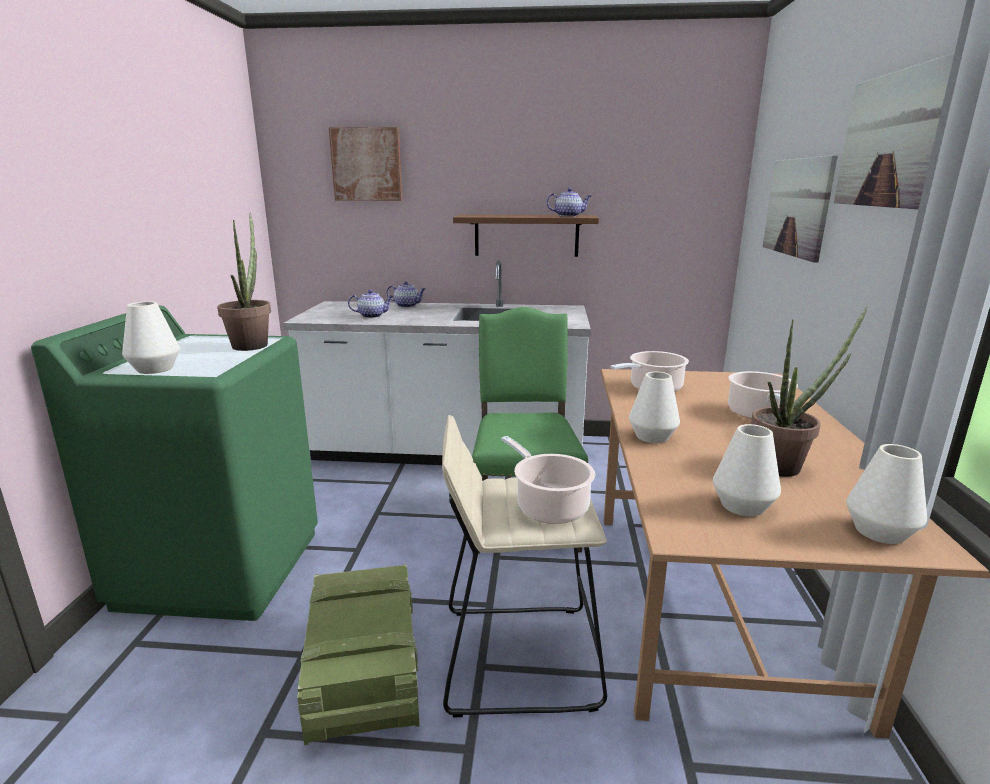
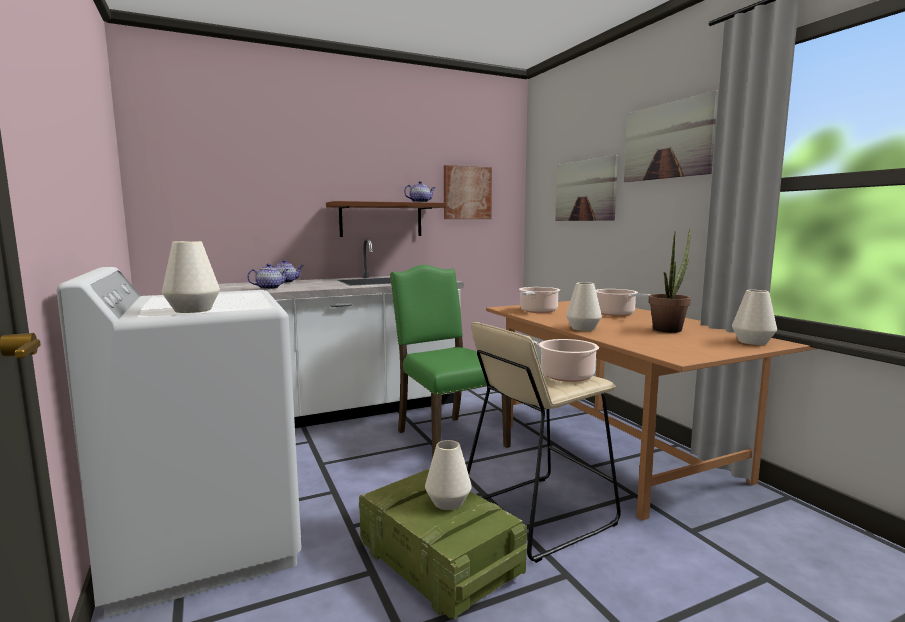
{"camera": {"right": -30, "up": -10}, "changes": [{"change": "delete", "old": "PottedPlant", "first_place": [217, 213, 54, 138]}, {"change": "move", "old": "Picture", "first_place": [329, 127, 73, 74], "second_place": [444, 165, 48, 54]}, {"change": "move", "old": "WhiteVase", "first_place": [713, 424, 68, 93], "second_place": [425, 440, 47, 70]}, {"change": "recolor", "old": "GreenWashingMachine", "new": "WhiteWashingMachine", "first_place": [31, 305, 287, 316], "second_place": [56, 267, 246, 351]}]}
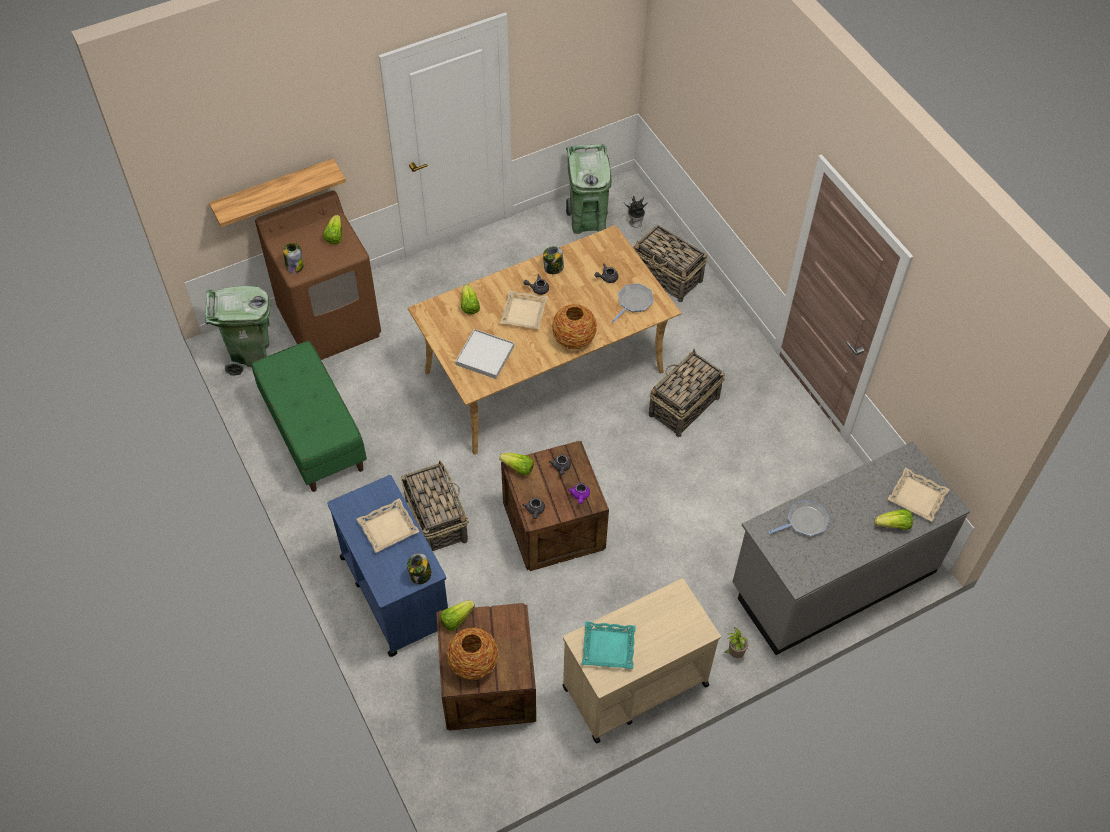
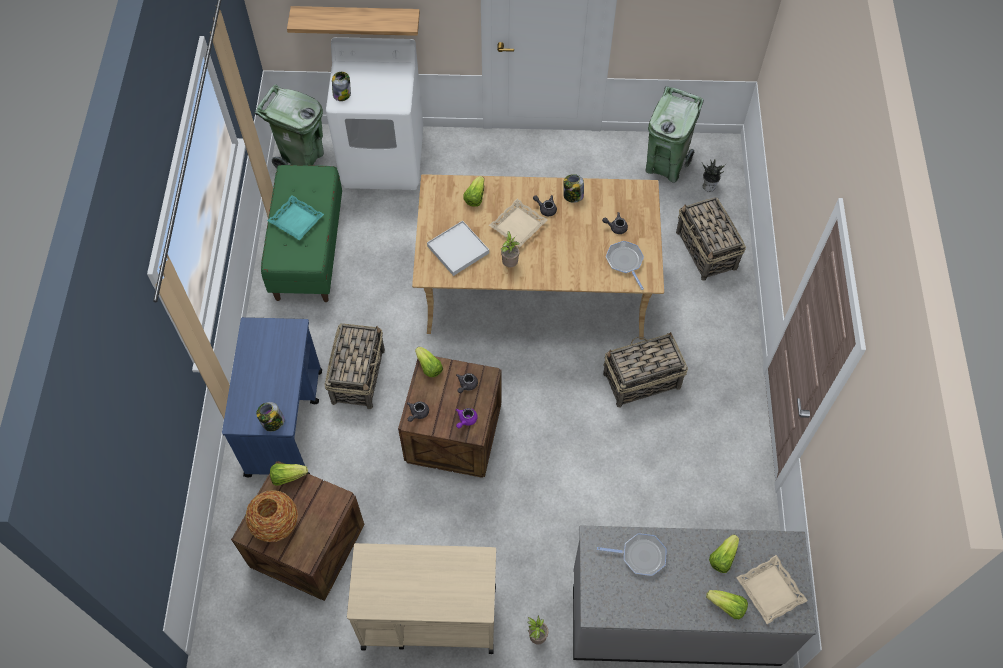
{"camera": {"right": 30, "up": 5}, "changes": [{"change": "delete", "old": "BeigeTray", "first_place": [357, 498, 62, 55]}, {"change": "delete", "old": "Vase", "first_place": [552, 304, 45, 45]}, {"change": "insert", "new": "PottedPlant", "second_place": [501, 231, 18, 36]}, {"change": "move", "old": "Lettuce", "first_place": [323, 215, 19, 29], "second_place": [709, 534, 30, 39]}, {"change": "move", "old": "TurquoiseTray", "first_place": [582, 622, 54, 47], "second_place": [267, 195, 57, 46]}, {"change": "recolor", "old": "BrownWashingMachine", "new": "WhiteWashingMachine", "first_place": [255, 191, 126, 169], "second_place": [326, 37, 97, 153]}, {"change": "rotate", "old": "FryingPan", "first_place": [611, 284, 43, 39], "second_place": [606, 241, 38, 49], "degrees": -90}]}
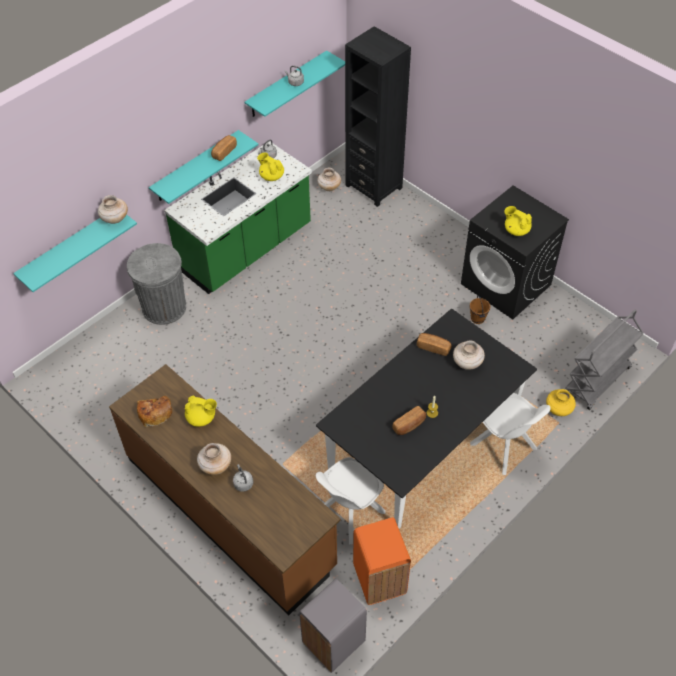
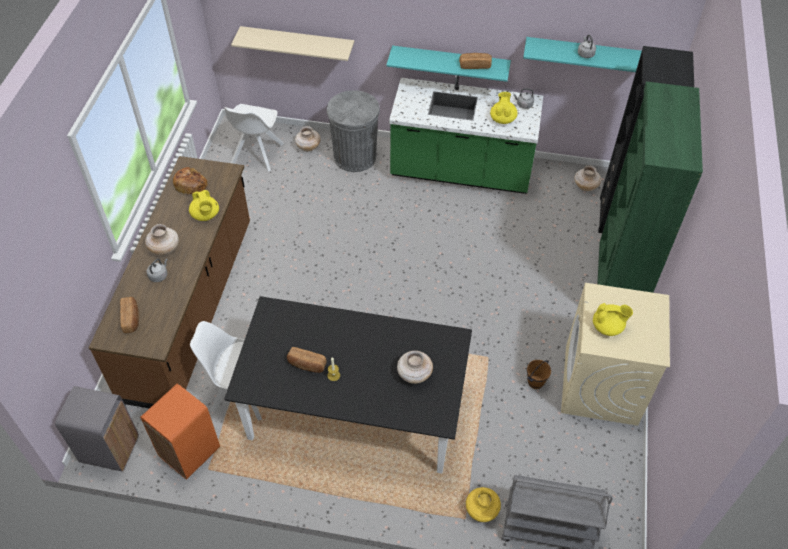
{"camera": {"right": 55, "up": 0}, "changes": [{"change": "insert", "new": "GreenBookcase", "second_place": [597, 82, 106, 211]}, {"change": "move", "old": "BeigeVase", "first_place": [98, 195, 30, 29], "second_place": [295, 126, 26, 25]}, {"change": "move", "old": "Bread", "first_place": [417, 333, 35, 23], "second_place": [120, 297, 19, 36]}, {"change": "move", "old": "WhiteChair", "first_place": [470, 393, 80, 82], "second_place": [224, 104, 60, 68]}, {"change": "recolor", "old": "TurquoiseShelf", "new": "BeigeShelf", "first_place": [13, 214, 124, 78], "second_place": [231, 26, 123, 35]}, {"change": "recolor", "old": "BlackWashingMachine", "new": "BeigeWashingMachine", "first_place": [461, 185, 108, 134], "second_place": [561, 283, 109, 143]}, {"change": "rotate", "old": "YellowTeapot", "first_place": [504, 206, 28, 30], "second_place": [593, 303, 40, 33], "degrees": 90}]}
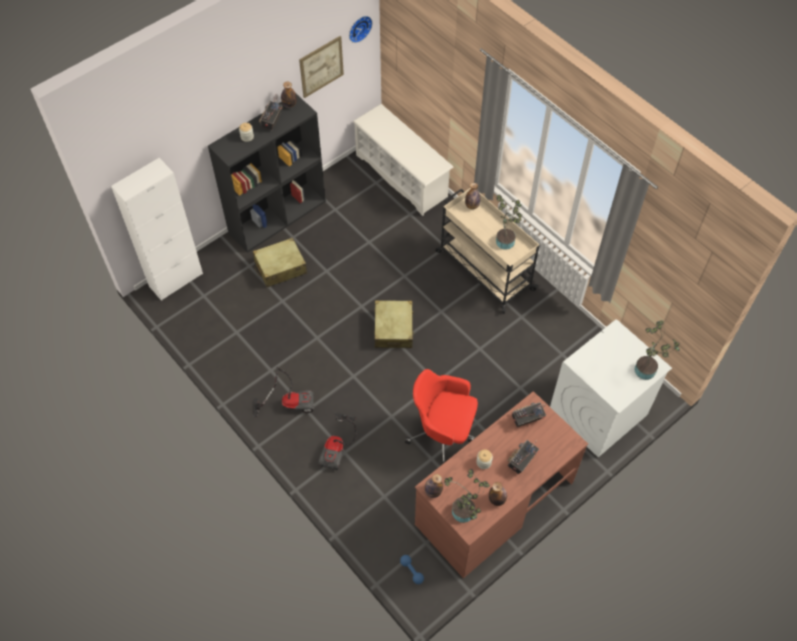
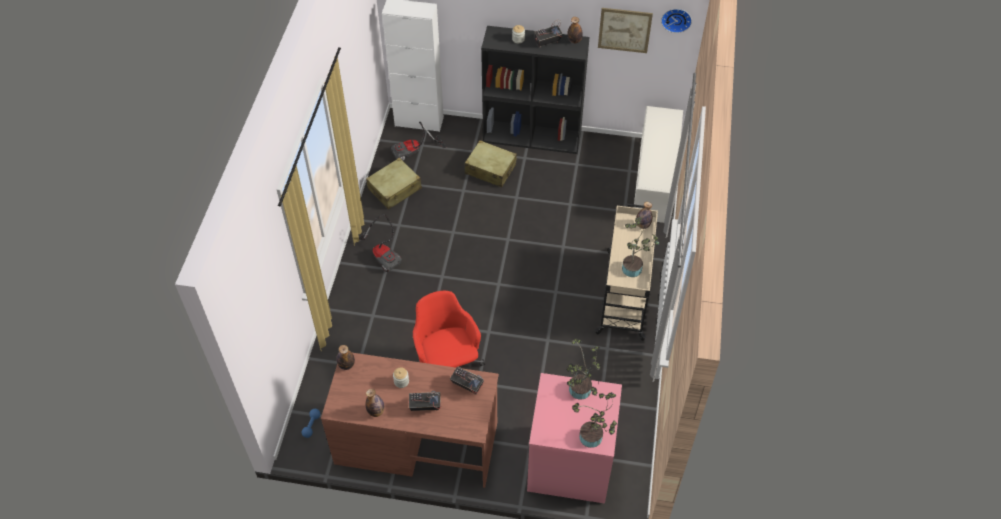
{"camera": {"right": 50, "up": -5}, "changes": [{"change": "move", "old": "VacuumCleaner", "first_place": [318, 413, 39, 58], "second_place": [391, 121, 56, 40]}, {"change": "move", "old": "BeigeSuitcase", "first_place": [374, 300, 40, 48], "second_place": [366, 158, 56, 51]}, {"change": "move", "old": "PottedPlant", "first_place": [444, 469, 46, 54], "second_place": [567, 339, 34, 61]}, {"change": "recolor", "old": "WhiteWashingMachine", "new": "PinkWashingMachine", "first_place": [550, 319, 122, 138], "second_place": [527, 373, 95, 131]}]}
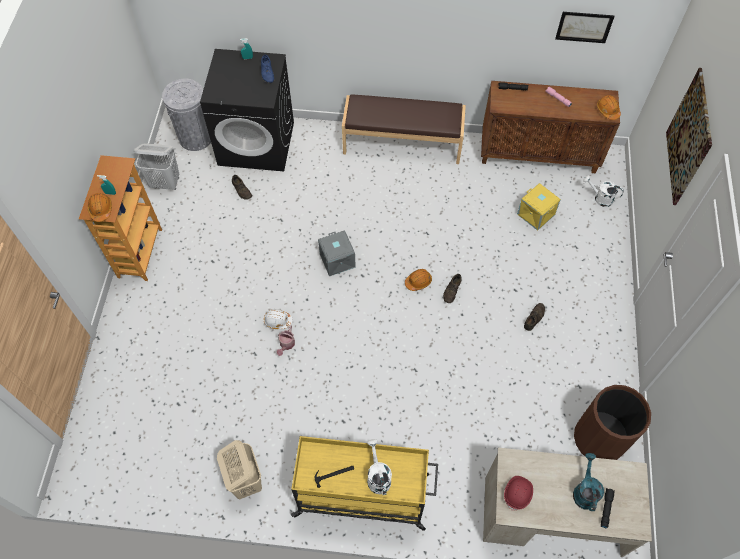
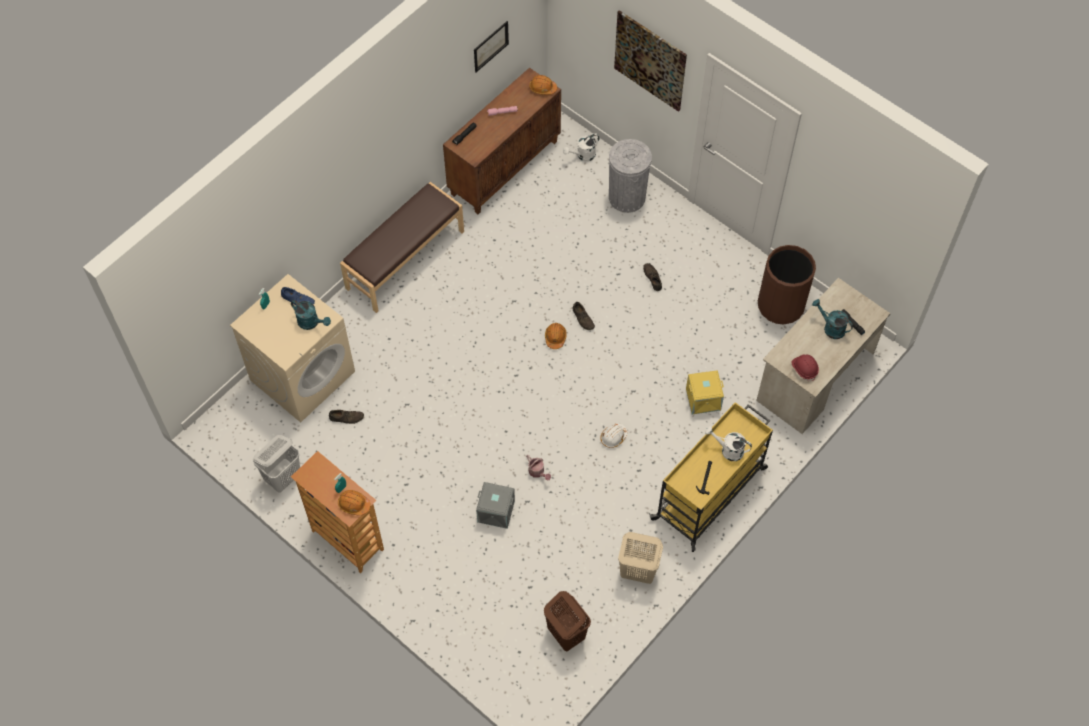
{"camera": {"right": -55, "up": 0}, "changes": [{"change": "insert", "new": "TurquoiseWateringCan", "second_place": [291, 300, 40, 30]}, {"change": "insert", "new": "BrownLaundryBasket", "second_place": [544, 591, 47, 60]}, {"change": "move", "old": "GreyTrashCan", "first_place": [162, 79, 49, 72], "second_place": [609, 139, 43, 74]}, {"change": "move", "old": "WhiteHardHat", "first_place": [264, 309, 29, 20], "second_place": [600, 423, 28, 25]}, {"change": "move", "old": "GreyStorageBox", "first_place": [318, 230, 38, 46], "second_place": [476, 482, 39, 47]}, {"change": "move", "old": "YellowStorageBox", "first_place": [517, 183, 44, 48], "second_place": [686, 370, 38, 44]}, {"change": "recolor", "old": "BlackWashingMachine", "new": "BeigeWashingMachine", "first_place": [200, 49, 94, 122], "second_place": [230, 274, 125, 148]}]}
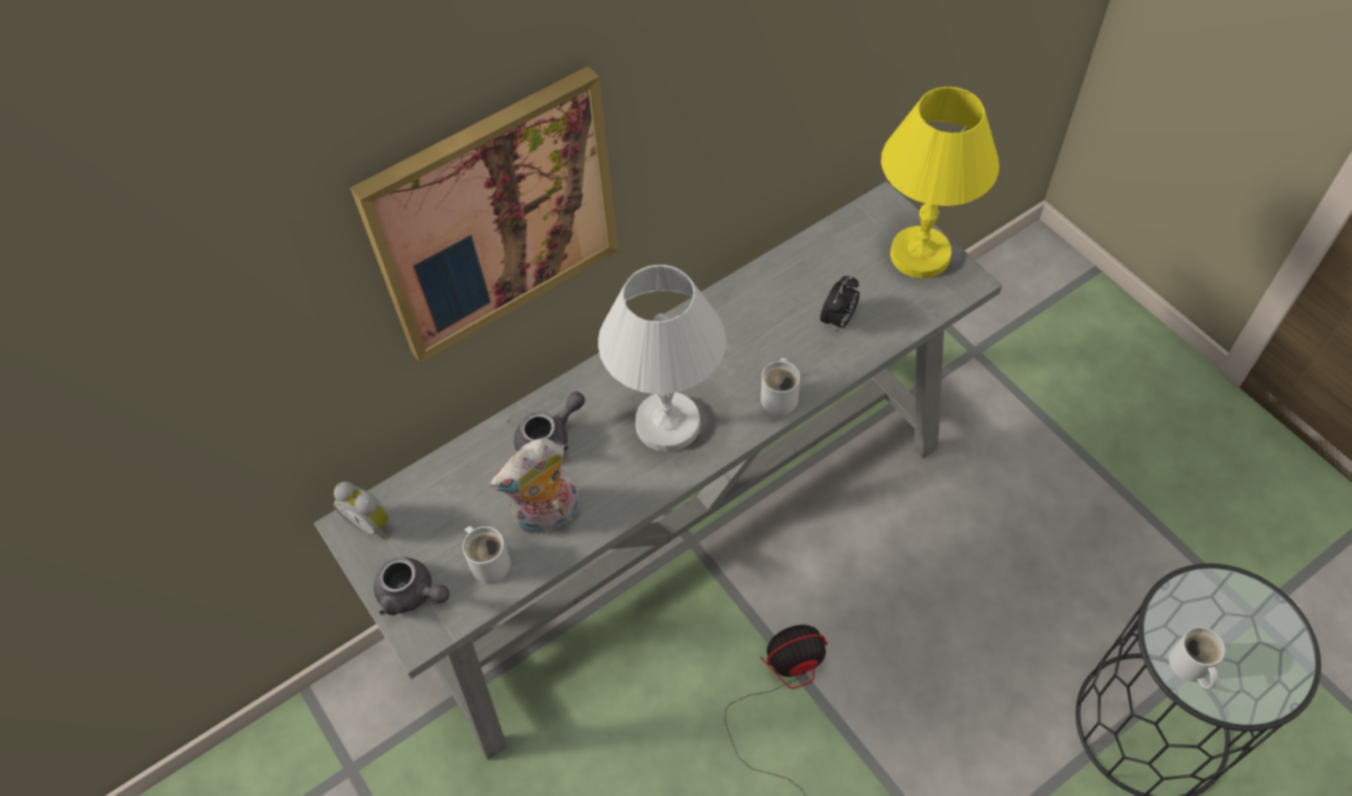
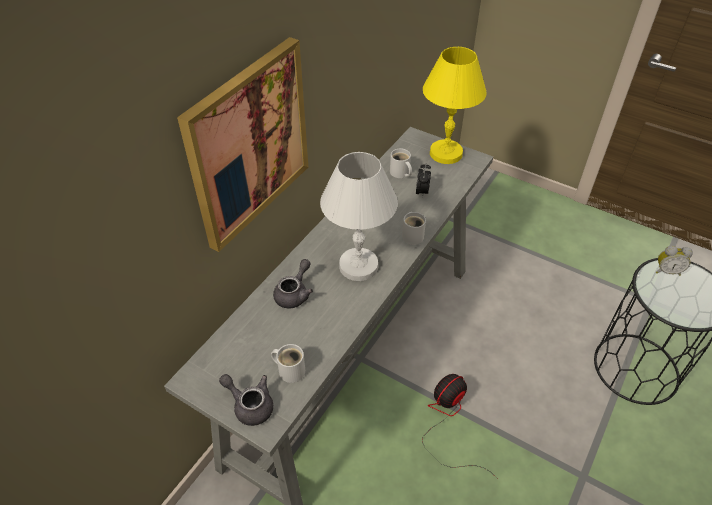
{"camera": {"right": -25, "up": -10}, "changes": [{"change": "delete", "old": "PlushToy", "first_place": [490, 438, 89, 97]}, {"change": "move", "old": "AlarmClock", "first_place": [334, 482, 55, 57], "second_place": [656, 245, 37, 31]}, {"change": "move", "old": "WhiteMug", "first_place": [1169, 627, 56, 62], "second_place": [390, 149, 22, 29]}, {"change": "rotate", "old": "GreyTeapot", "first_place": [374, 557, 75, 58], "second_place": [219, 374, 54, 52], "degrees": -150}]}
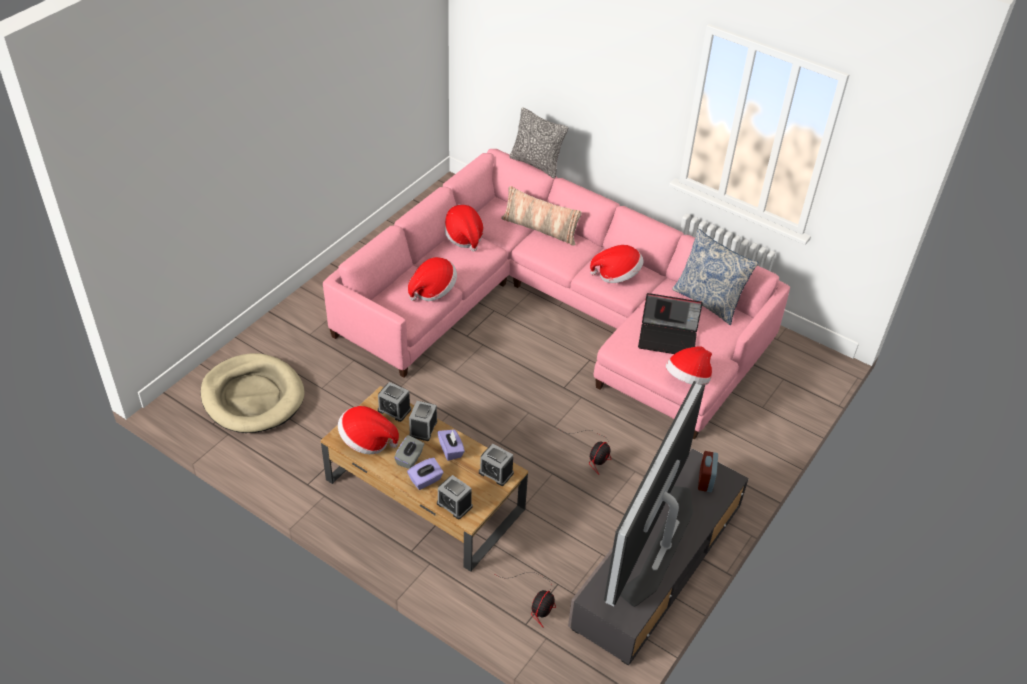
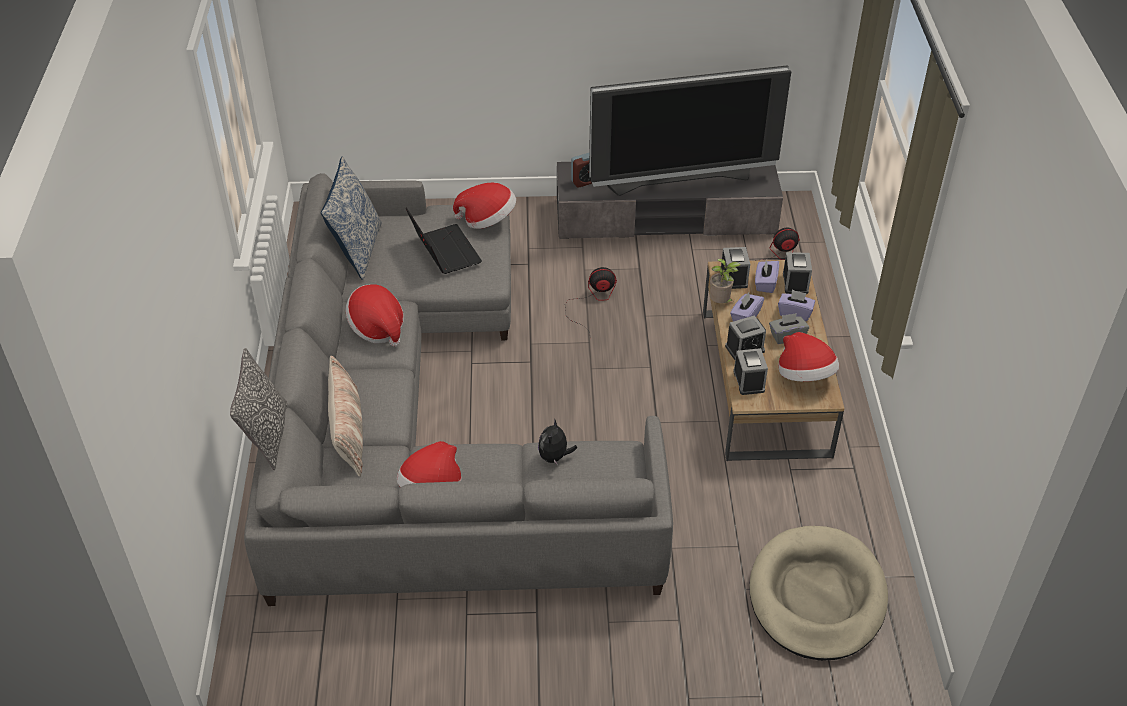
{"camera": {"right": -125, "up": 0}, "changes": [{"change": "insert", "new": "PottedPlant", "second_place": [710, 259, 31, 44]}, {"change": "insert", "new": "PurpleTissueBox", "second_place": [755, 260, 24, 33]}, {"change": "replace", "old": "Hat", "new": "PlushToy", "first_place": [408, 257, 49, 44], "second_place": [538, 418, 39, 48]}, {"change": "recolor", "old": "PinkSofa", "new": "GreySofa", "first_place": [323, 149, 467, 290], "second_place": [244, 173, 429, 433]}]}
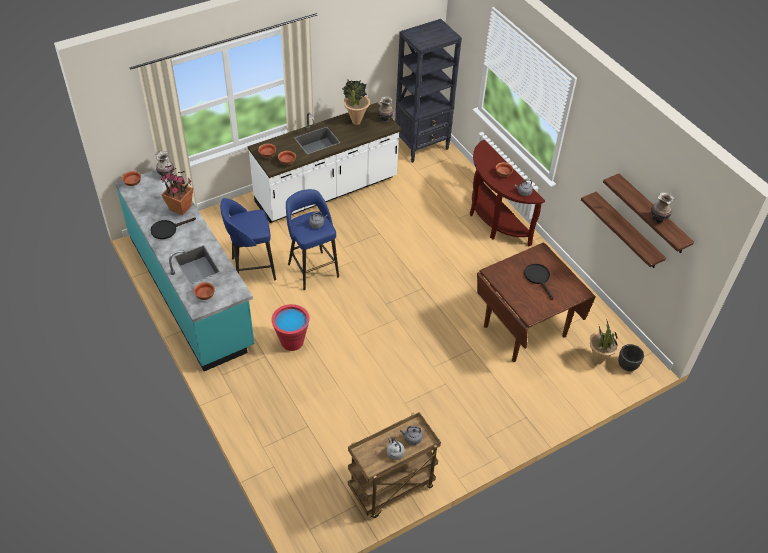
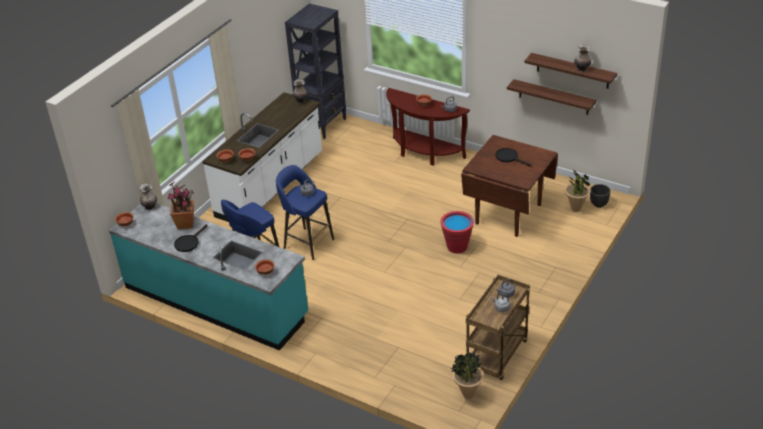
{"camera": {"right": -25, "up": -10}, "changes": [{"change": "move", "old": "RedBucket", "first_place": [271, 304, 39, 47], "second_place": [440, 211, 34, 43]}, {"change": "move", "old": "PottedPlant", "first_place": [342, 80, 28, 45], "second_place": [451, 352, 33, 47]}]}
